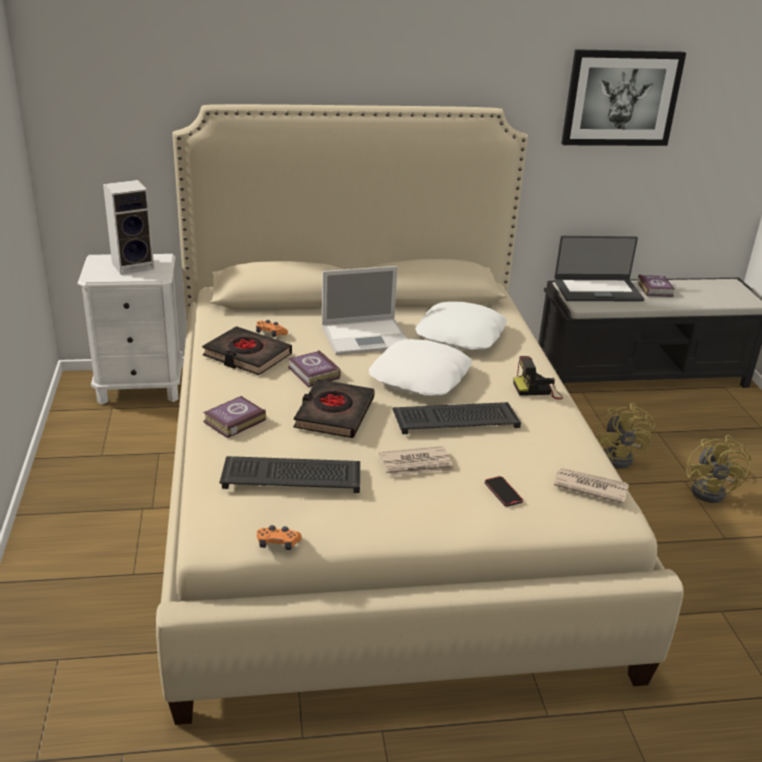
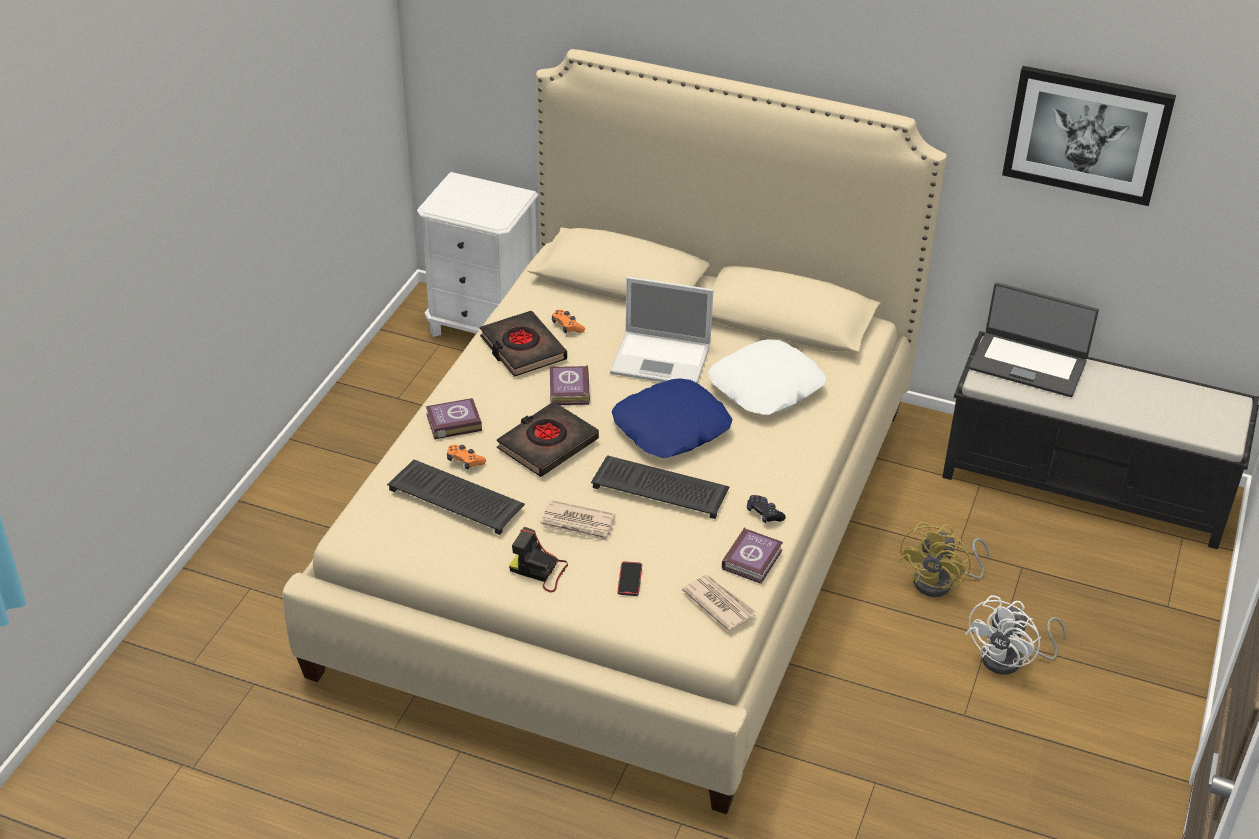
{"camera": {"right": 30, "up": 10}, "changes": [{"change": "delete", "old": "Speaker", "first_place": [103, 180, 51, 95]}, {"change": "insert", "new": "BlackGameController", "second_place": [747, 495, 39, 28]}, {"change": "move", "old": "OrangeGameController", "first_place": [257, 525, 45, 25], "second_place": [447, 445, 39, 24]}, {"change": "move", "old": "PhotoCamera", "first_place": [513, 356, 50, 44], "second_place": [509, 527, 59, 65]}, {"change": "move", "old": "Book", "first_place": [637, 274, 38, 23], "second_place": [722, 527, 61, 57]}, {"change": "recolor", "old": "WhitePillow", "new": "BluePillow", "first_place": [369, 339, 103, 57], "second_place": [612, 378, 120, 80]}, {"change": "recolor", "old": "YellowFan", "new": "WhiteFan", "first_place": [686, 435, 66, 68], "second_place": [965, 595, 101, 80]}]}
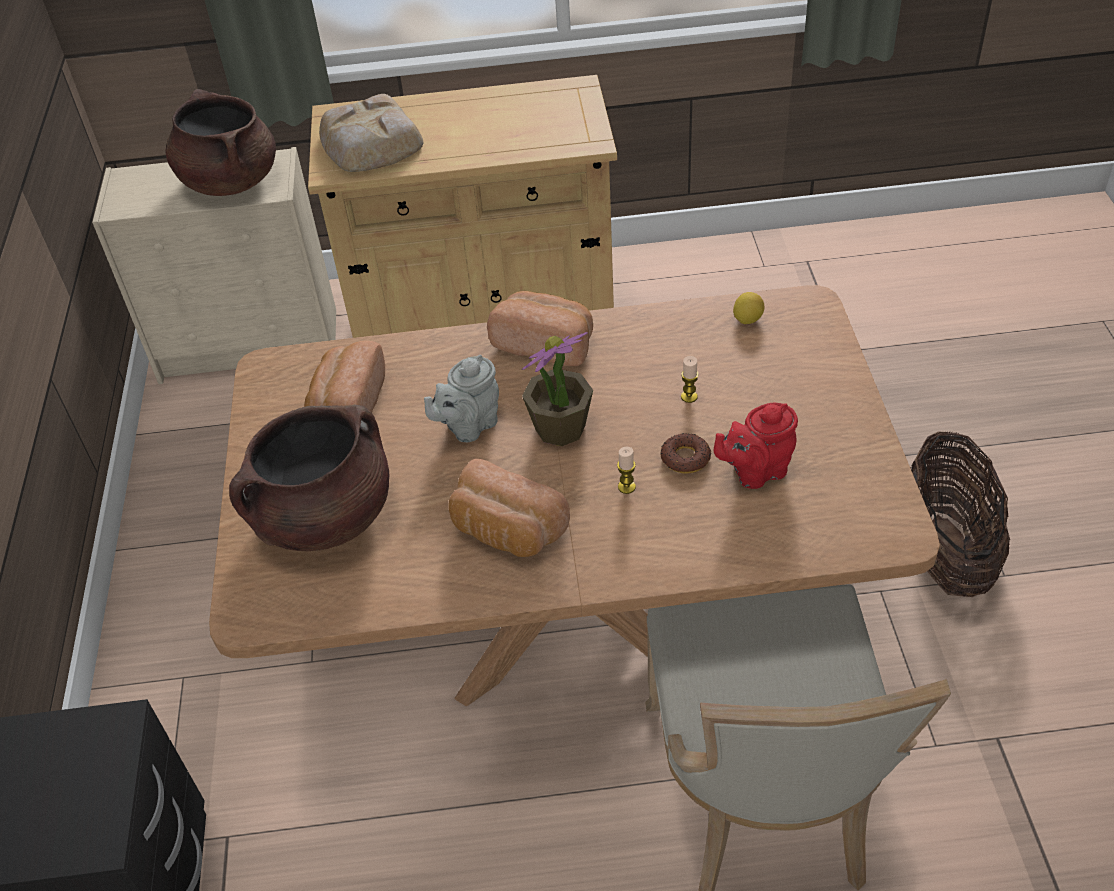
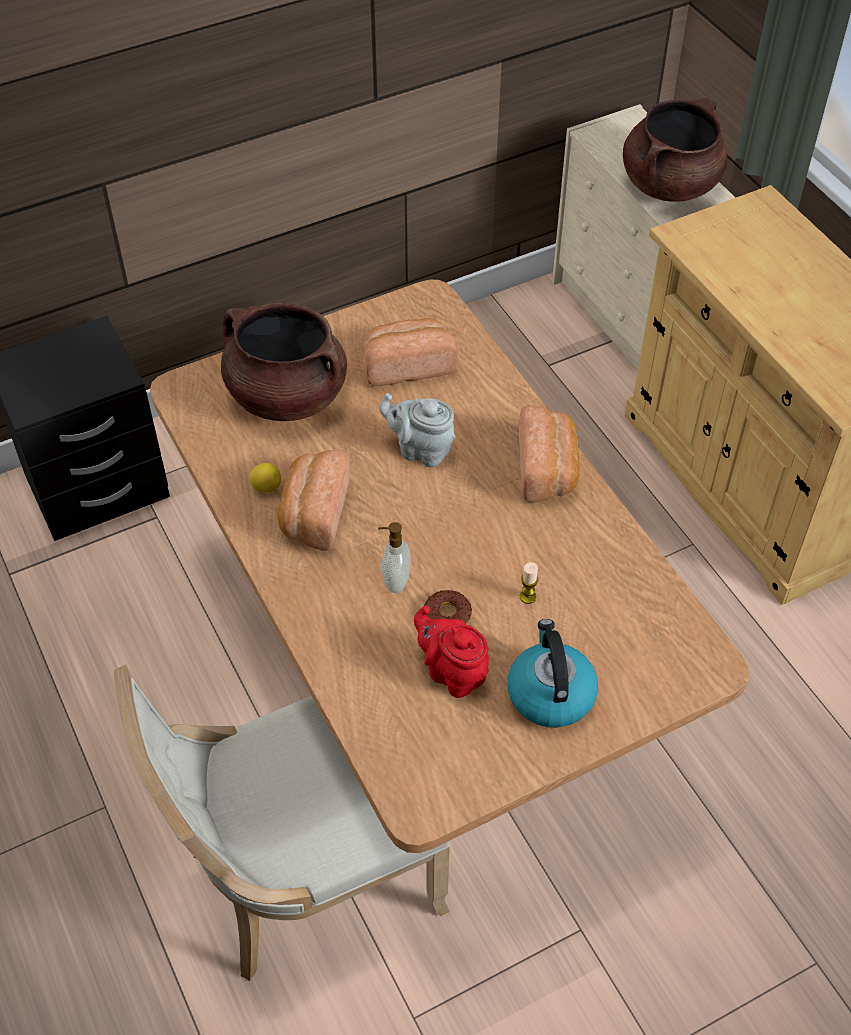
{"camera": {"right": 65, "up": 5}, "changes": [{"change": "delete", "old": "Bread", "first_place": [319, 94, 104, 78]}, {"change": "delete", "old": "PottedPlant", "first_place": [522, 332, 71, 114]}, {"change": "delete", "old": "Basket", "first_place": [911, 431, 99, 166]}, {"change": "insert", "new": "Kettle", "second_place": [507, 619, 91, 108]}, {"change": "move", "old": "Lemon", "first_place": [733, 292, 31, 32], "second_place": [249, 463, 32, 30]}, {"change": "replace", "old": "Candle", "new": "SoapDispenser", "first_place": [617, 446, 19, 48], "second_place": [378, 522, 33, 71]}]}
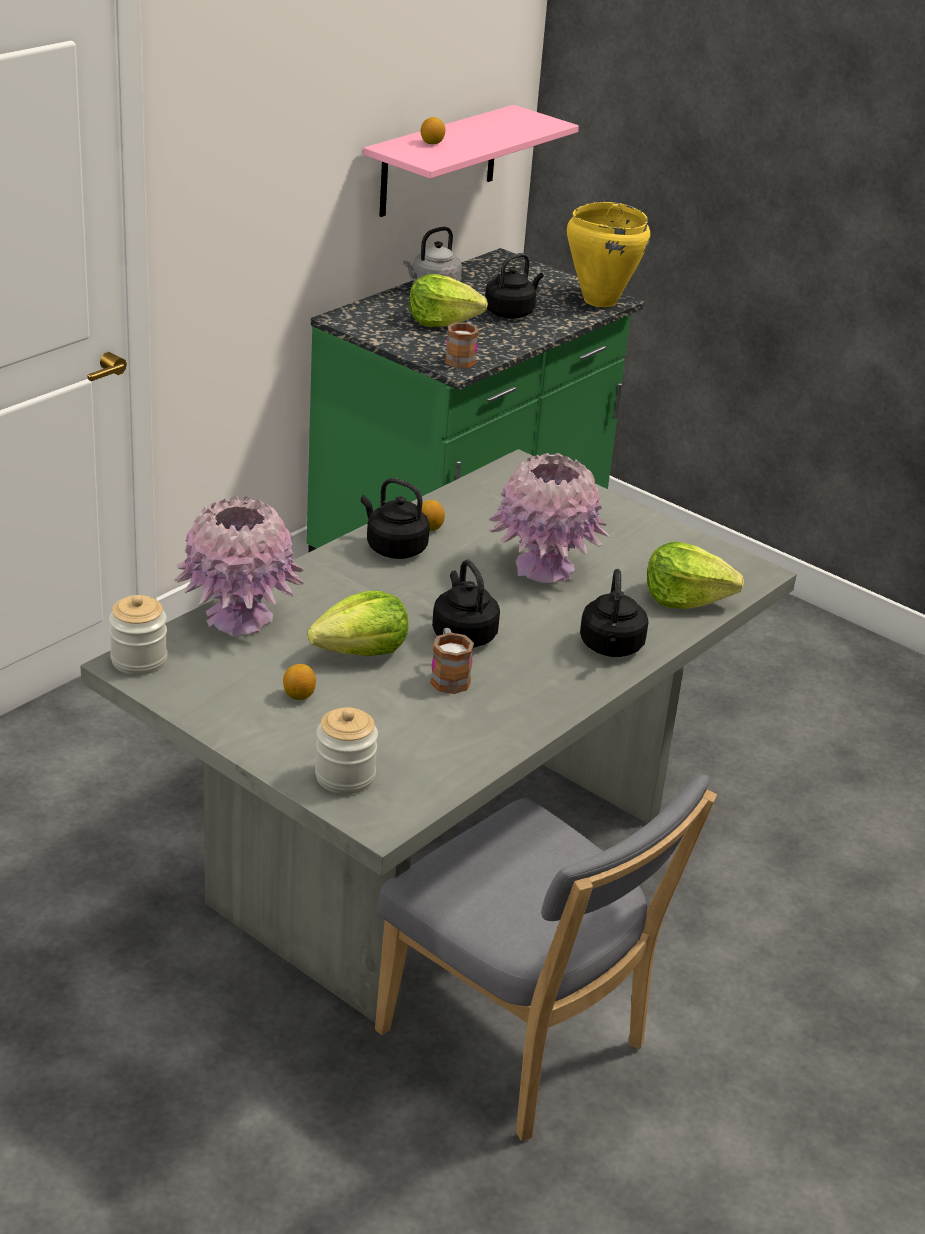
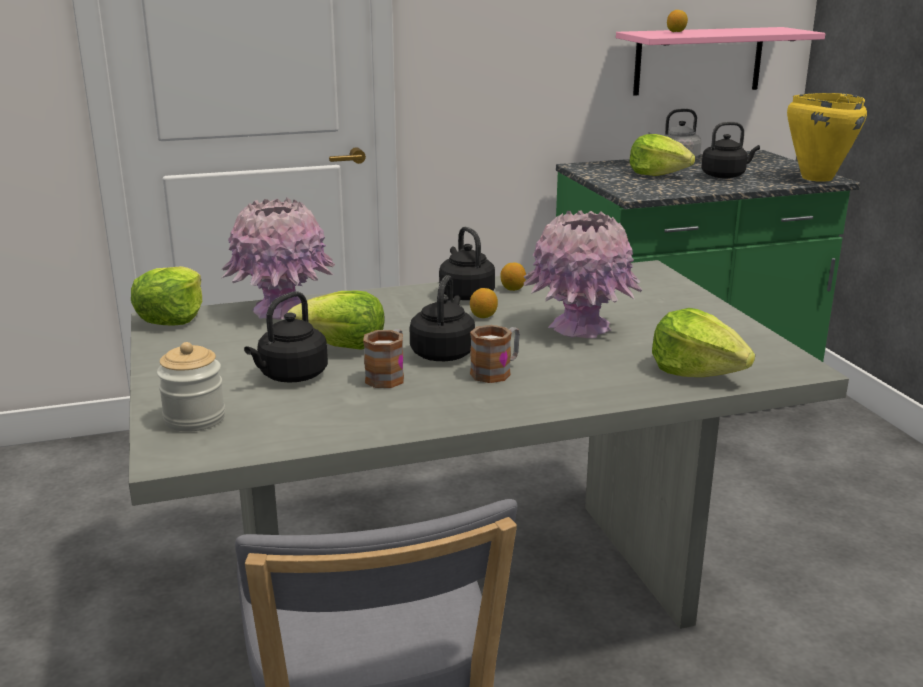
{"camera": {"right": 35, "up": -10}, "changes": [{"change": "move", "old": "Lemon", "first_place": [283, 664, 33, 36], "second_place": [470, 288, 28, 30]}, {"change": "move", "old": "Mug", "first_place": [445, 322, 34, 46], "second_place": [470, 325, 50, 58]}, {"change": "move", "old": "BlackKettle", "first_place": [580, 569, 69, 88], "second_place": [244, 291, 84, 92]}, {"change": "replace", "old": "Jar", "new": "Lettuce", "first_place": [109, 595, 58, 80], "second_place": [131, 266, 71, 59]}]}
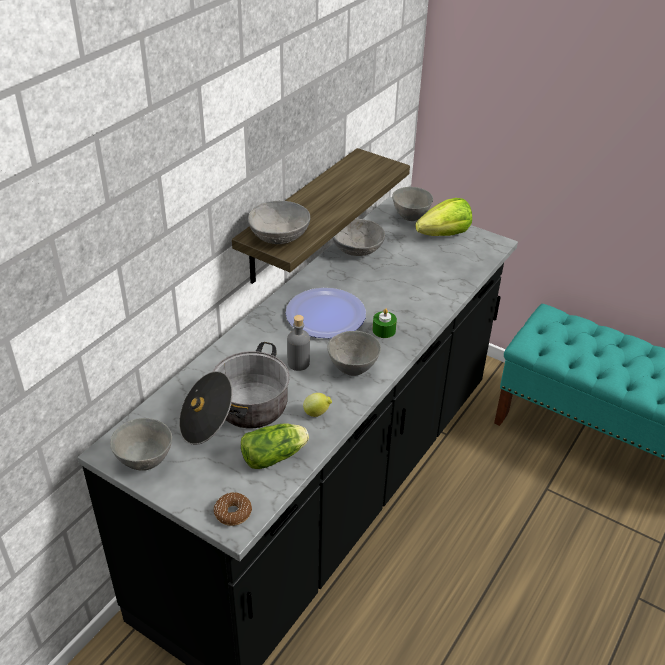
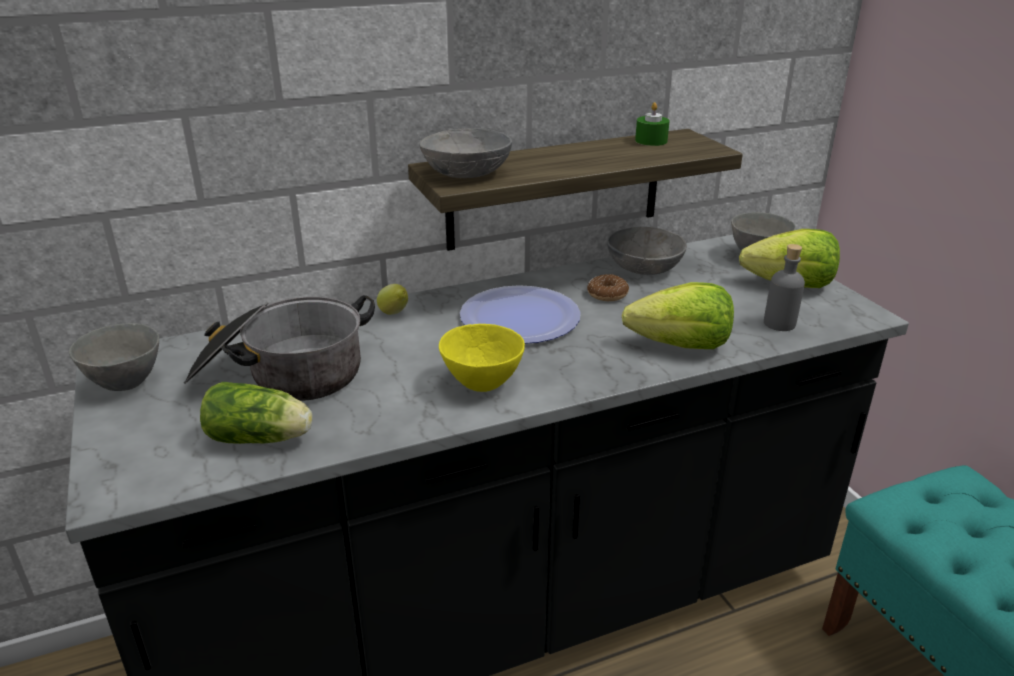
{"camera": {"right": 35, "up": -10}, "changes": [{"change": "insert", "new": "Lettuce", "second_place": [622, 282, 112, 67]}, {"change": "move", "old": "Donut", "first_place": [214, 492, 38, 34], "second_place": [587, 274, 42, 27]}, {"change": "move", "old": "GreyBottle", "first_place": [287, 315, 23, 56], "second_place": [764, 244, 41, 87]}, {"change": "move", "old": "Lemon", "first_place": [303, 393, 29, 24], "second_place": [377, 284, 31, 31]}, {"change": "move", "old": "GreenCandle", "first_place": [372, 308, 25, 30], "second_place": [635, 102, 35, 44]}, {"change": "recolor", "old": "GreyBowl", "new": "YellowBowl", "first_place": [327, 331, 54, 45], "second_place": [439, 324, 86, 68]}]}
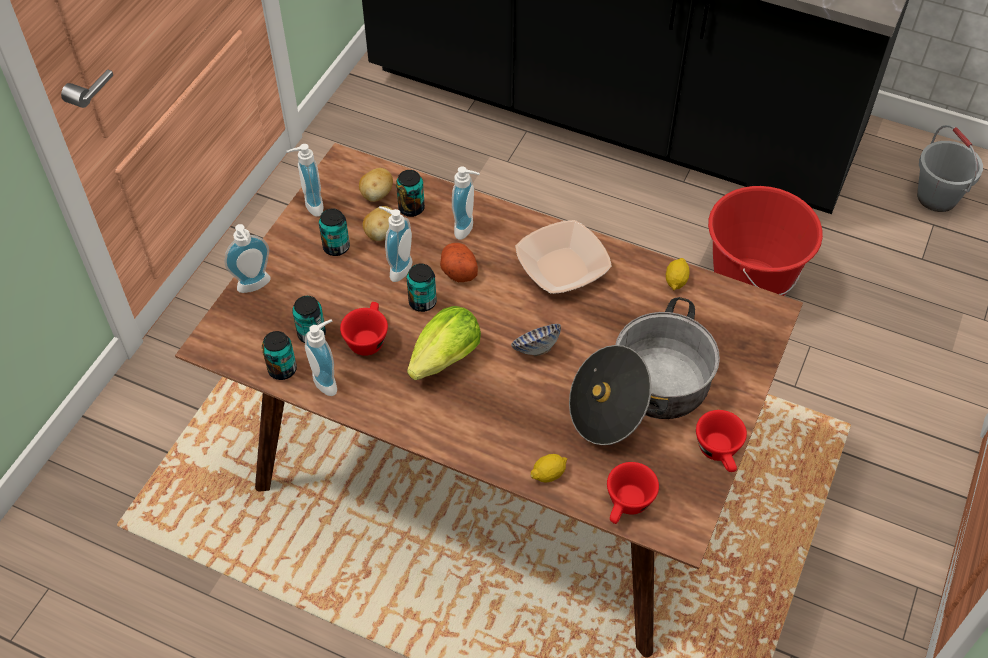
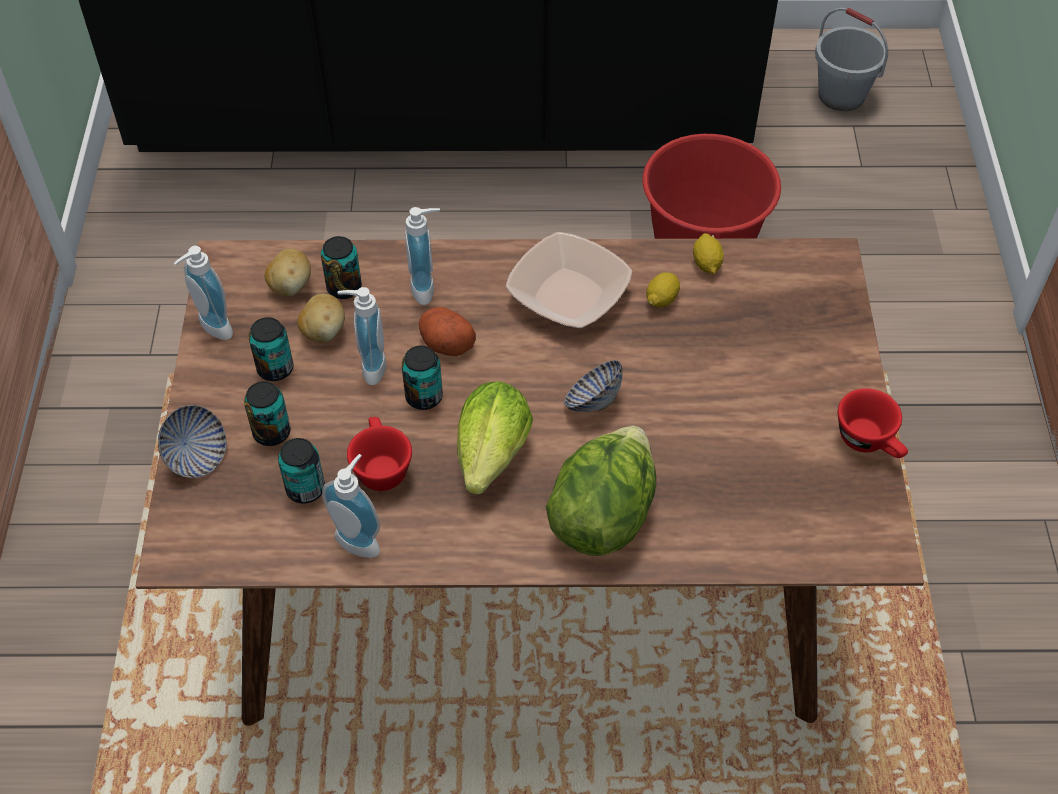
{"camera": {"right": -25, "up": 0}, "changes": [{"change": "delete", "old": "CookingPot", "first_place": [569, 297, 151, 148]}, {"change": "delete", "old": "RedCup", "first_place": [607, 462, 52, 62]}, {"change": "insert", "new": "Lettuce", "second_place": [545, 426, 111, 130]}, {"change": "move", "old": "Can", "first_place": [262, 331, 35, 49], "second_place": [244, 381, 47, 65]}, {"change": "move", "old": "Lemon", "first_place": [530, 454, 37, 29], "second_place": [646, 272, 34, 35]}, {"change": "replace", "old": "SoapDispenser", "new": "Bowl", "first_place": [224, 224, 47, 69], "second_place": [158, 405, 68, 73]}]}
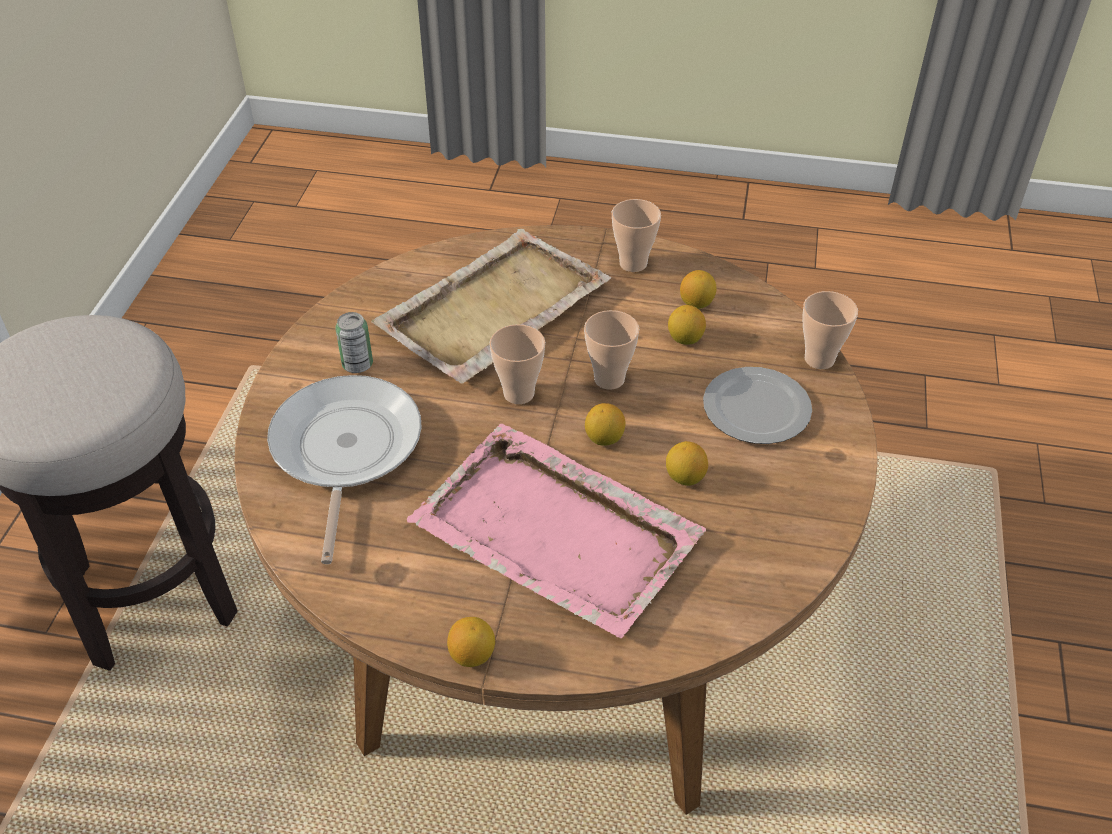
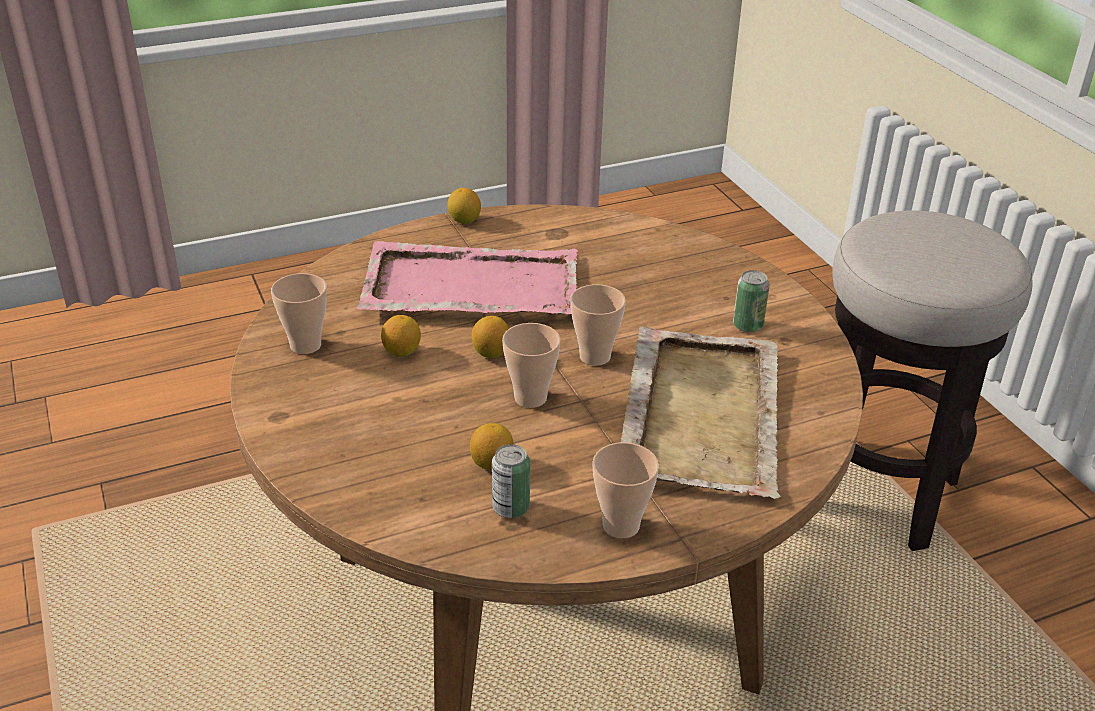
{"camera": {"right": 145, "up": -10}, "changes": [{"change": "delete", "old": "FryingPan", "first_place": [267, 375, 155, 189]}, {"change": "delete", "old": "Plate", "first_place": [703, 367, 109, 77]}, {"change": "move", "old": "Cup", "first_place": [802, 291, 56, 78], "second_place": [271, 273, 56, 81]}, {"change": "replace", "old": "Lemon", "new": "Can", "first_place": [680, 270, 37, 39], "second_place": [492, 444, 38, 74]}]}
